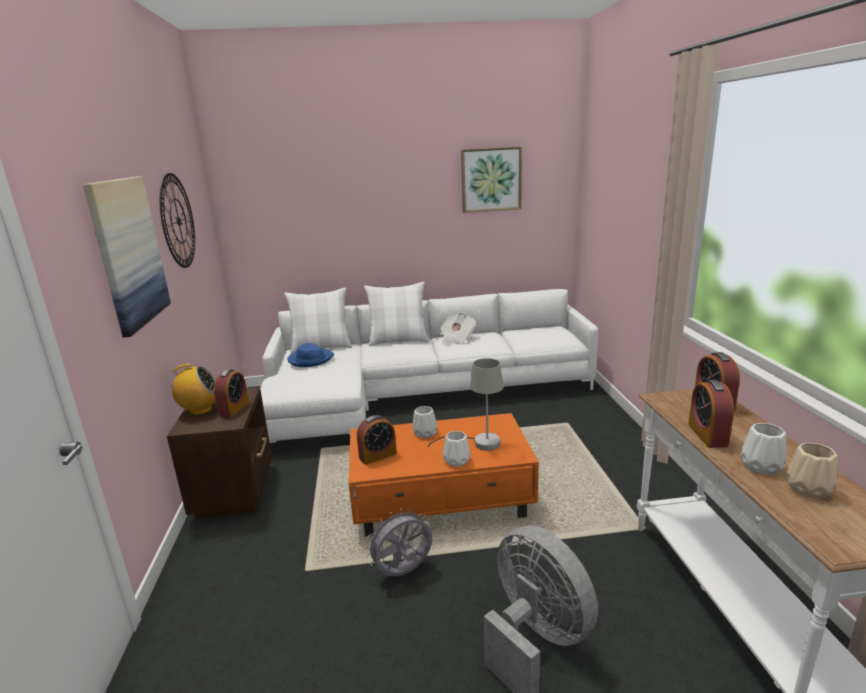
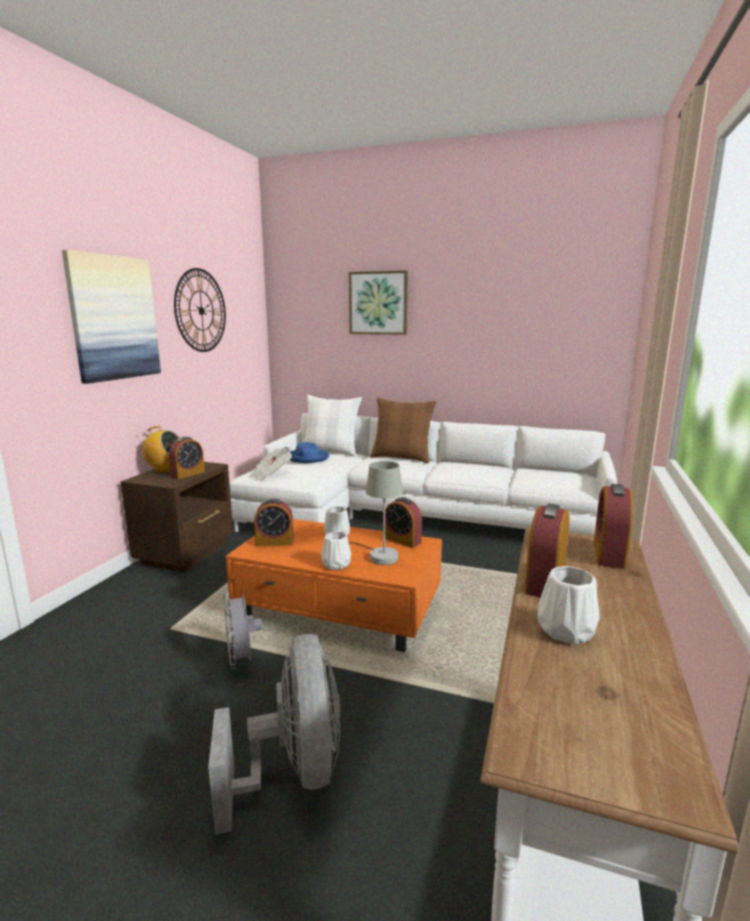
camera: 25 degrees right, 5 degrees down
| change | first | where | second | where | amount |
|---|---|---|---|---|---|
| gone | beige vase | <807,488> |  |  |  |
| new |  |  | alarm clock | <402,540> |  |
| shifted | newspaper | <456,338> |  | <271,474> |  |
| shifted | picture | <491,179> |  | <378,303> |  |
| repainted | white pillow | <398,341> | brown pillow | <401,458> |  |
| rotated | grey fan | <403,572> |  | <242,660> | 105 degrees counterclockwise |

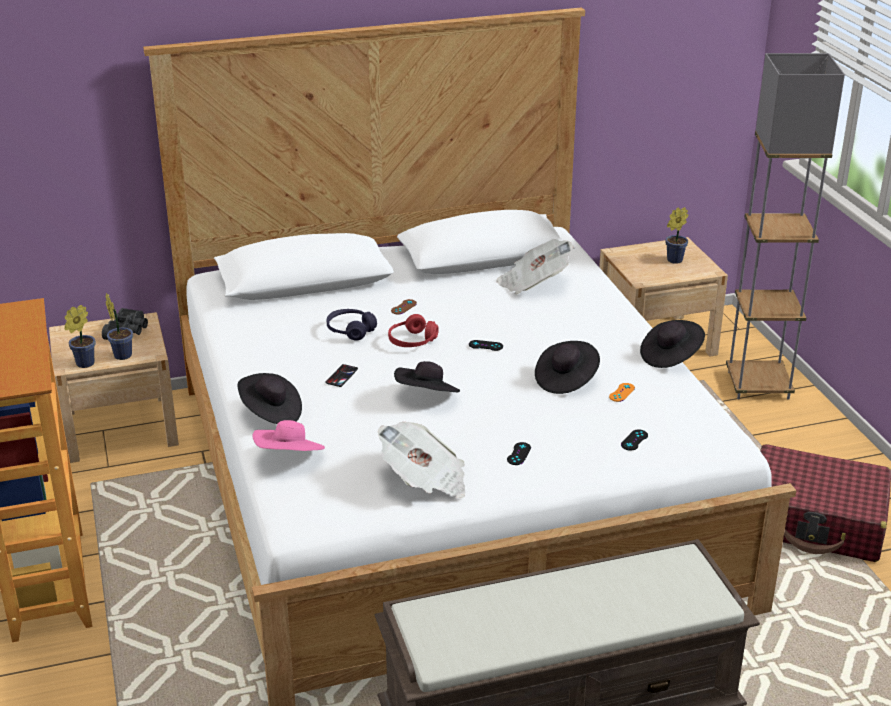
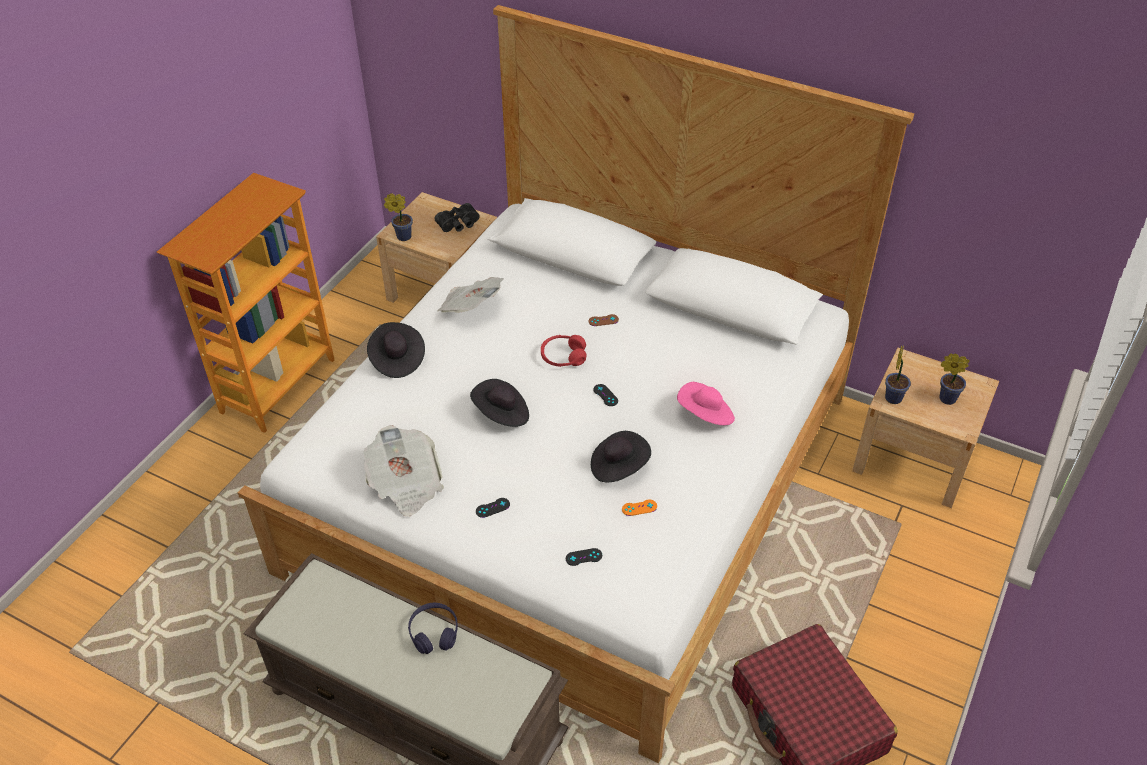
camera: 45 degrees right, 15 degrees up
| change | first | where | second | where | amount |
|---|---|---|---|---|---|
| gone | phone | <341,376> |  |  |  |
| gone | black hat | <670,356> |  |  |  |
| gone | grey floor lamp | <758,385> |  |  |  |
| shifted | potted plant | <122,354> |  | <893,396> |  |
| shifted | pink hat | <290,457> |  | <705,415> |  |
| shifted | purple headphones | <350,330> |  | <434,633> |  |
| shifted | newspaper | <533,284> |  | <471,308> |  |

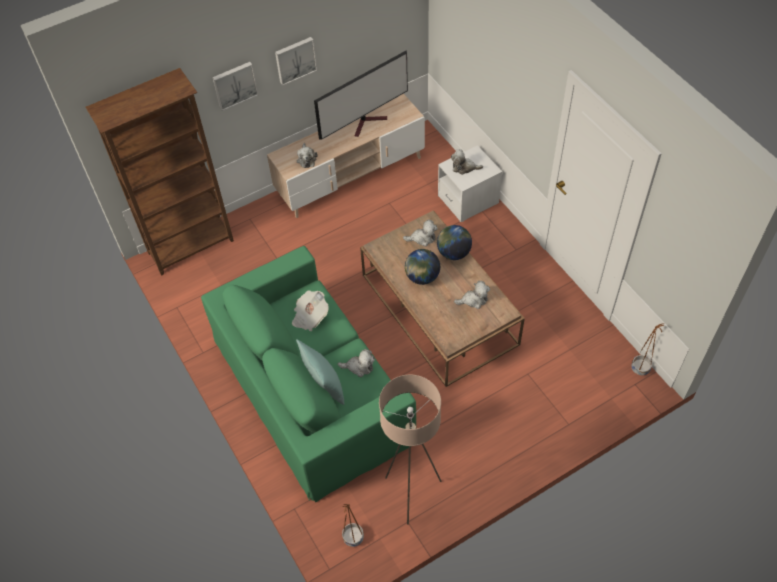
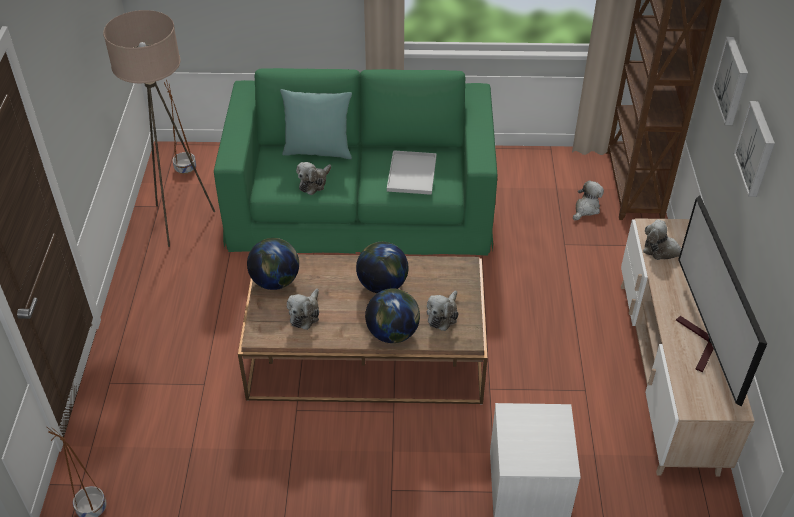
camera: 120 degrees right, 10 degrees down
| change | first | where | second | where | amount |
|---|---|---|---|---|---|
| new |  |  | globe | <275,281> |  |
| shifted | plush toy | <464,167> |  | <586,209> |  |
| swapped | newspaper | <310,316> | white tray | <411,172> |  |

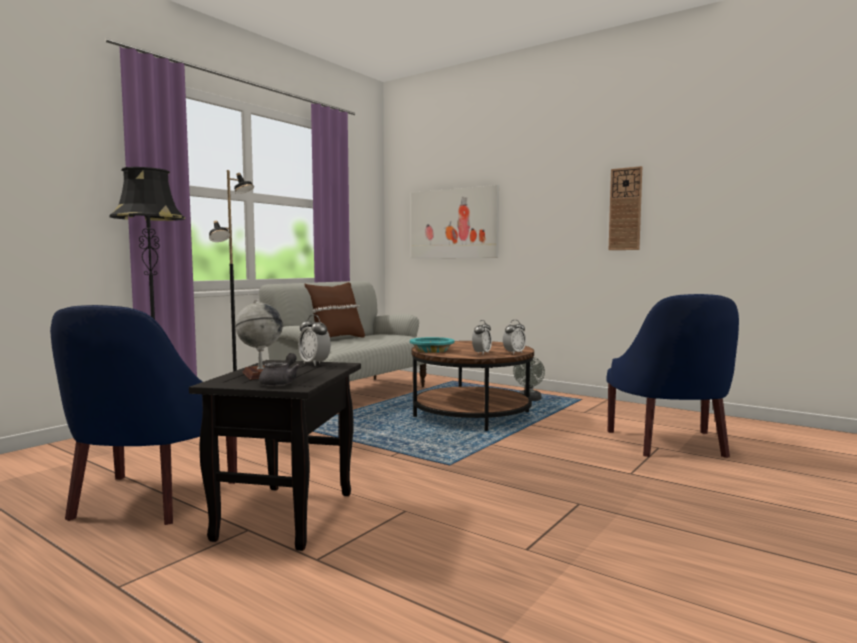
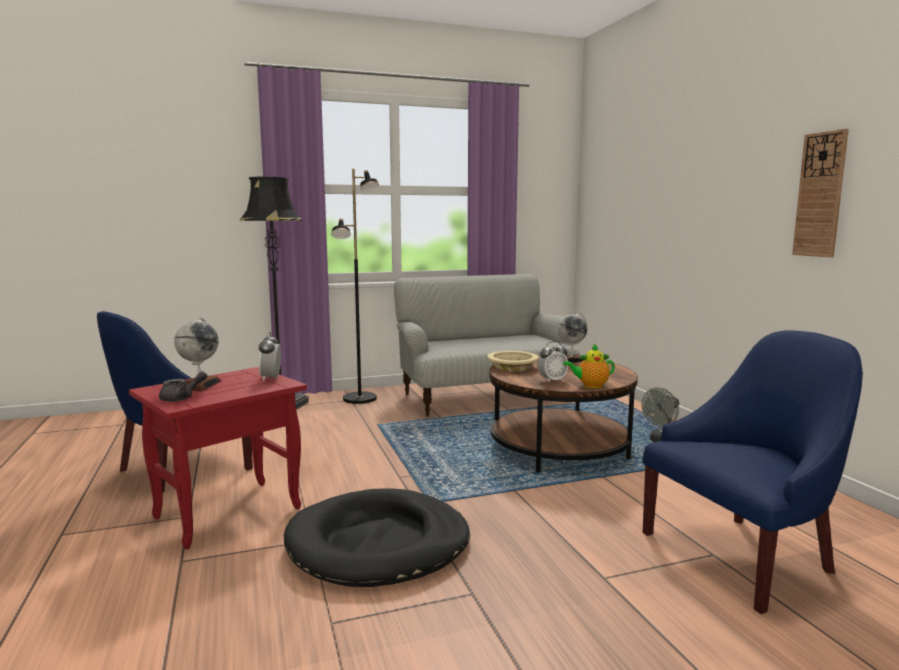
camera: 35 degrees right, 5 degrees up
| change | first | where | second | where | amount |
|---|---|---|---|---|---|
| gone | brown pillow | <335,339> |  |  |  |
| gone | picture | <454,223> |  |  |  |
| new |  |  | black dog bed | <378,544> |  |
| new |  |  | globe | <571,360> |  |
| swapped | alarm clock | <514,353> | teapot | <590,386> |  |
| repainted | black side table | <286,517> | red side table | <226,514> |  |
| repainted | turquoise bowl | <432,350> | beige bowl | <512,367> |  |
| rotated | blue armchair | <671,444> |  | <742,555> | 150 degrees counterclockwise |

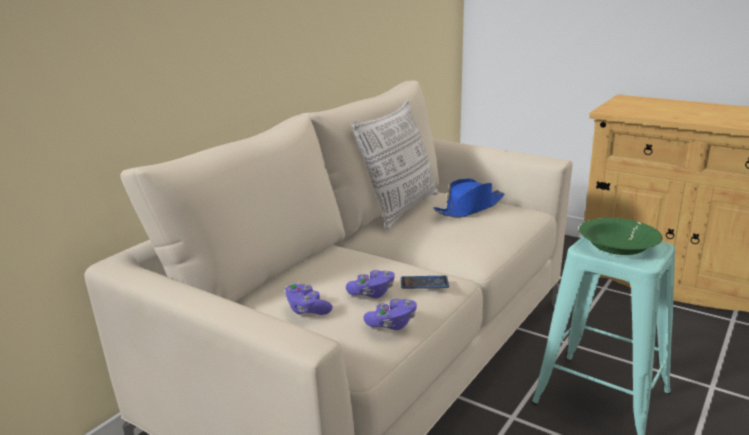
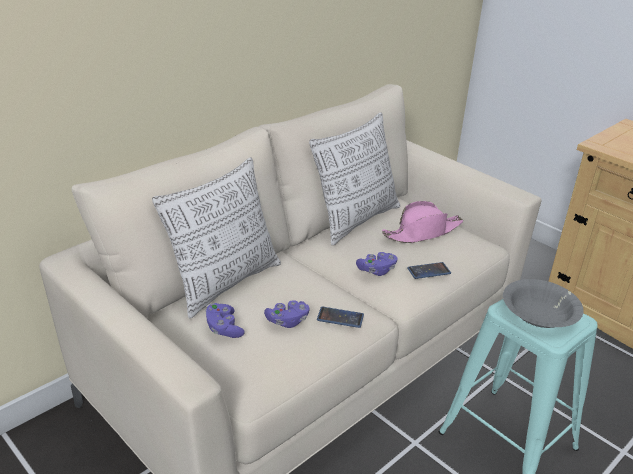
camera: 10 degrees right, 10 degrees up
| change | first | where | second | where | amount |
|---|---|---|---|---|---|
| new |  |  | pillow | <225,283> |  |
| new |  |  | phone | <428,271> |  |
| shifted | purple game controller | <392,324> |  | <376,270> |  |
| repainted | blue hat | <470,208> | pink hat | <422,232> |  |
| repainted | green bowl | <618,246> | grey bowl | <539,313> |  |

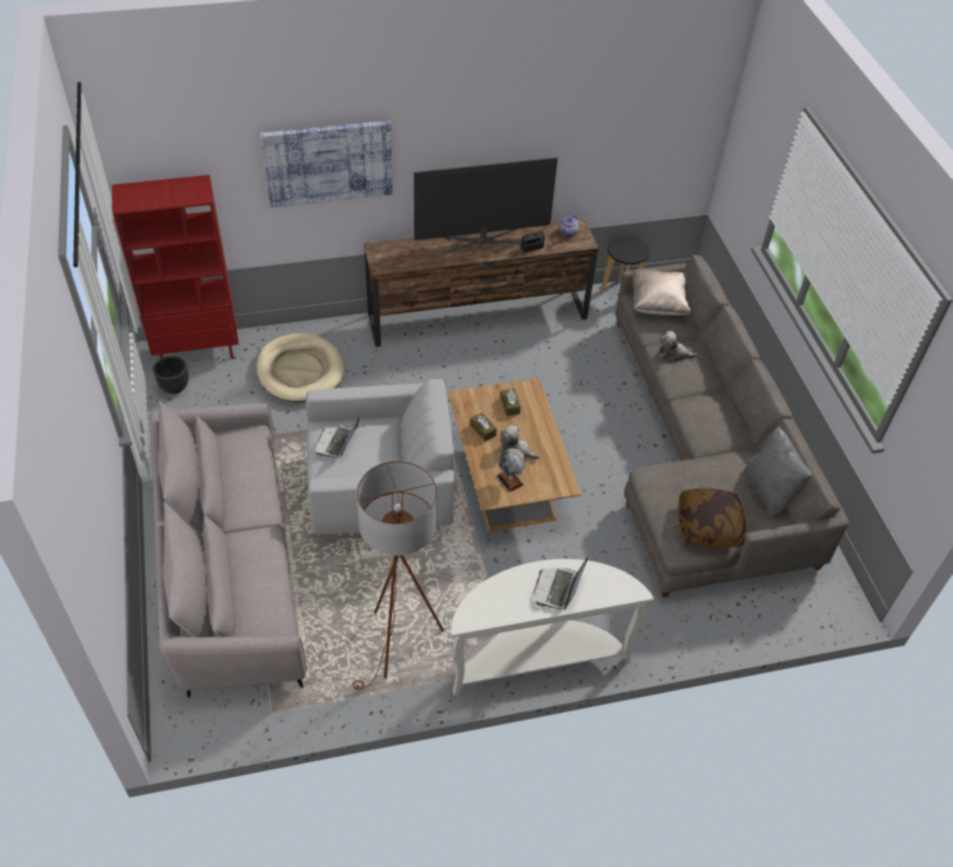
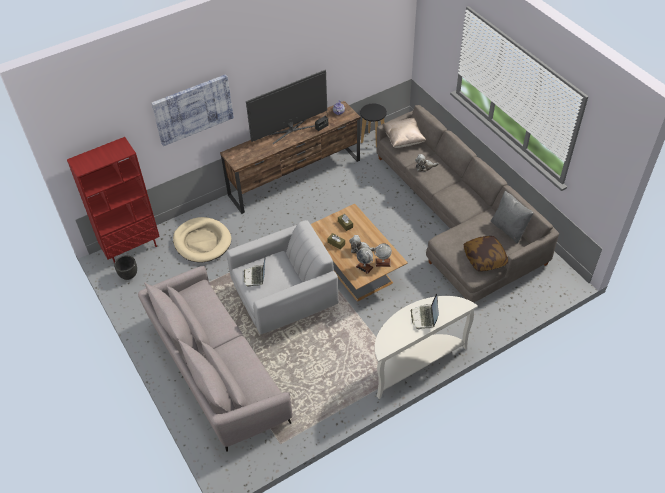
camera: 15 degrees left, 0 degrees up
| change | first | where | second | where | amount |
|---|---|---|---|---|---|
| gone | brown floor lamp | <399,645> |  |  |  |
| new |  |  | globe | <382,262> |  |

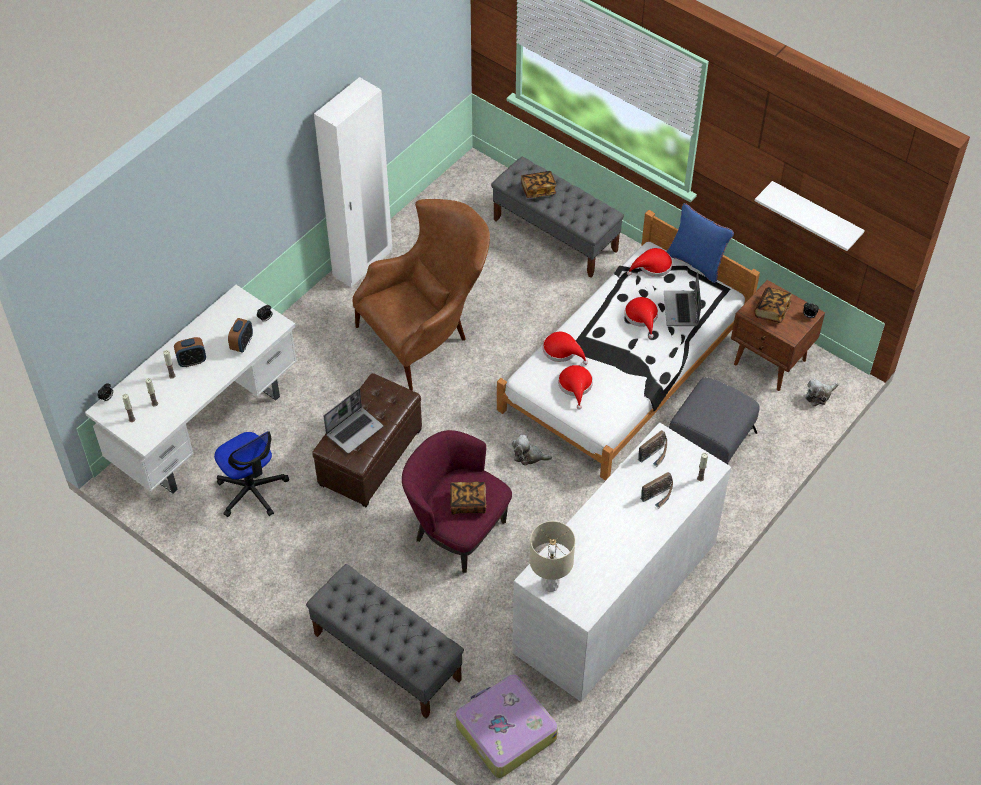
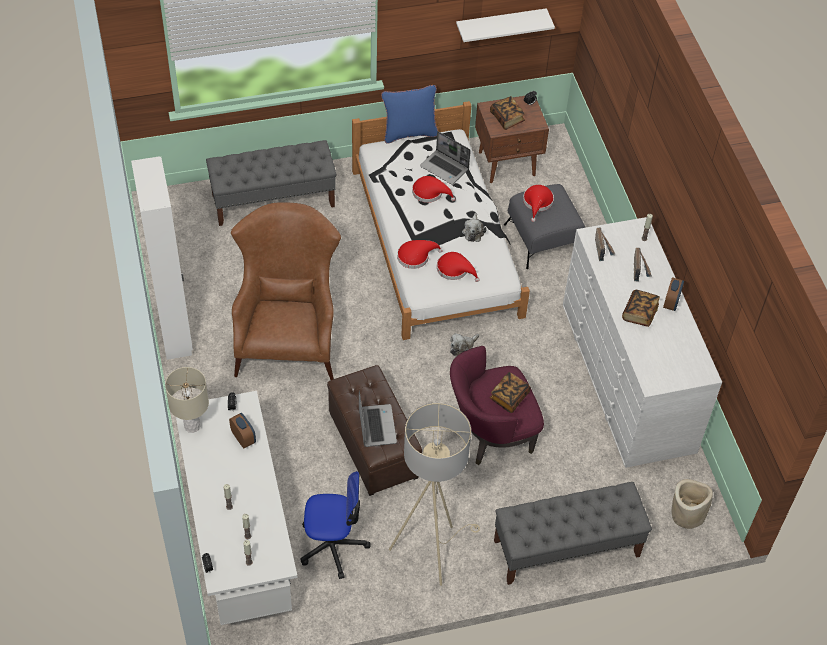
camera: 55 degrees left, 0 degrees up
| change | first | where | second | where | amount |
|---|---|---|---|---|---|
| new |  |  | beige floor lamp | <430,549> |  |
| shifted | alarm clock | <192,361> |  | <671,303> |  |
| shifted | book | <538,190> |  | <639,313> |  |
| shifted | beige table lamp | <550,584> |  | <192,426> |  |
| shifted | red hat | <652,266> |  | <537,203> |  |
| shifted | plush toy | <819,395> |  | <473,231> |  |
| swapped | suitcase | <505,731> | beige planter | <687,514> |  |

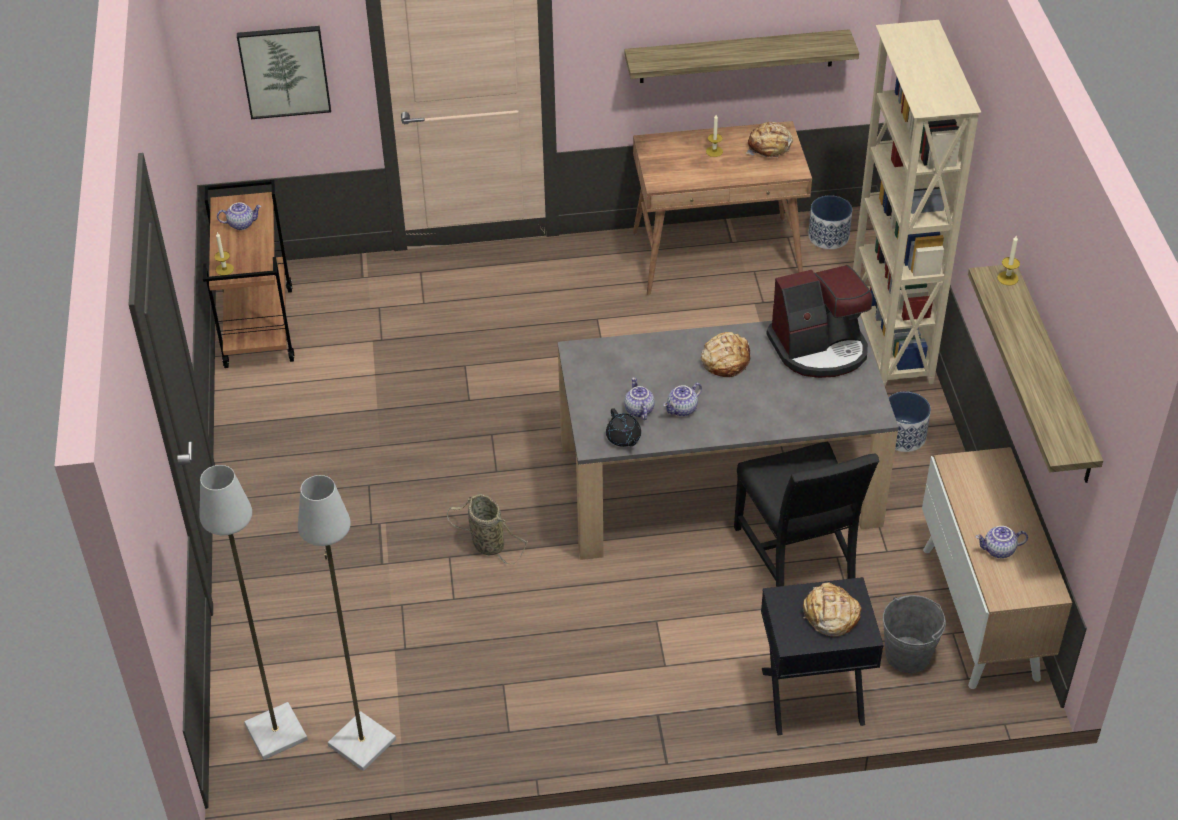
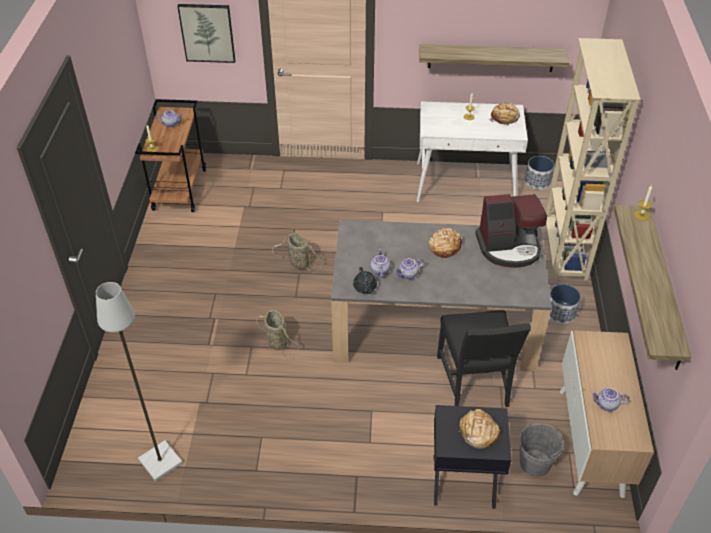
camera: 10 degrees right, 0 degrees up
| change | first | where | second | where | amount |
|---|---|---|---|---|---|
| gone | grey floor lamp | <274,732> |  |  |  |
| new |  |  | basket | <298,263> |  |
| repainted | brown desk | <717,256> | white desk | <465,184> |  |

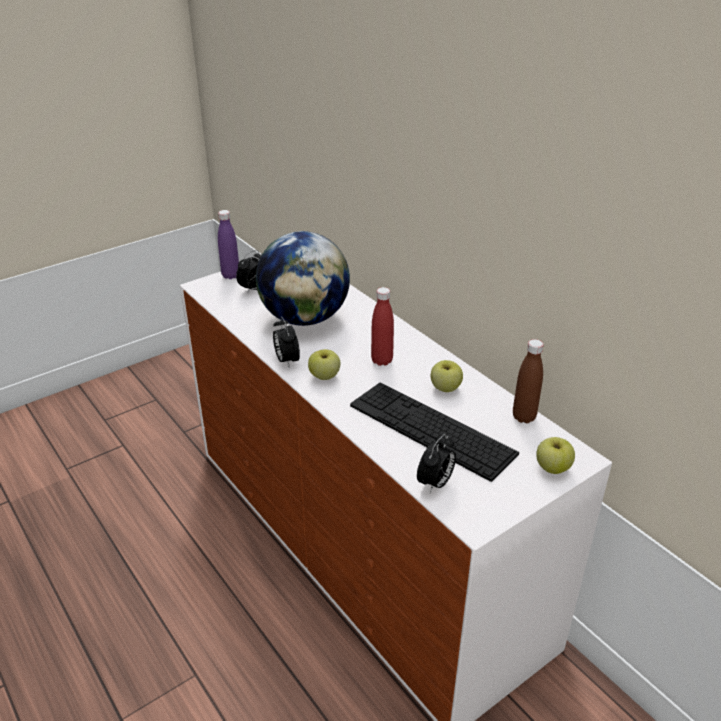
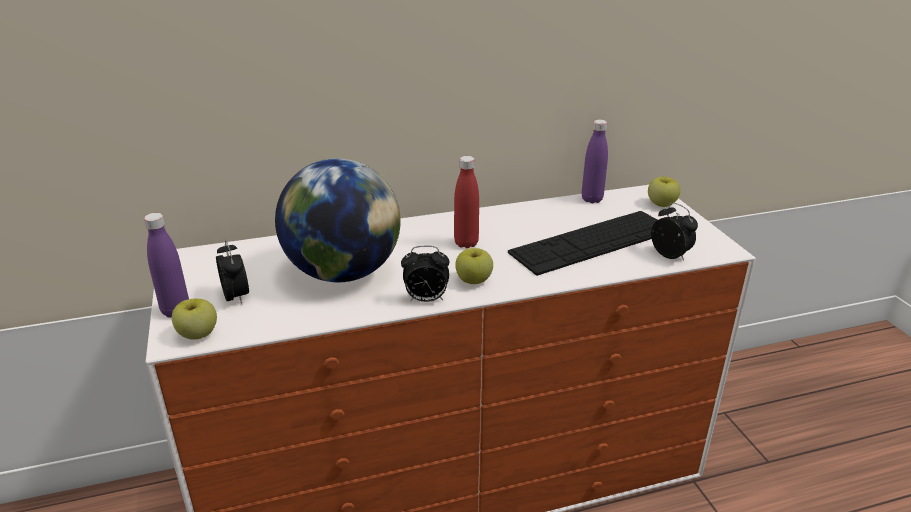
camera: 70 degrees left, 5 degrees down
| change | first | where | second | where | amount |
|---|---|---|---|---|---|
| shifted | apple | <445,388> |  | <198,334> |  |
| repainted | brown bottle | <524,417> | purple bottle | <592,199> |  |

